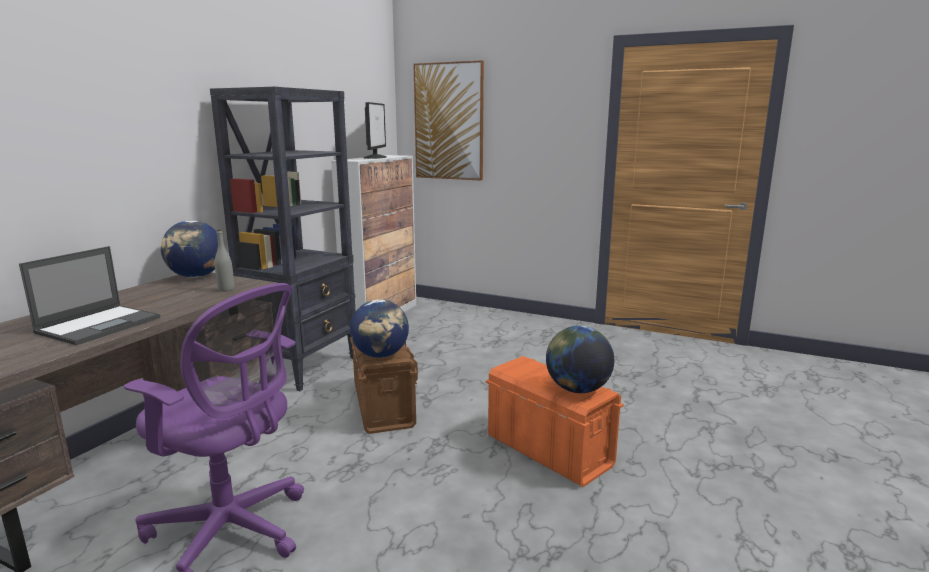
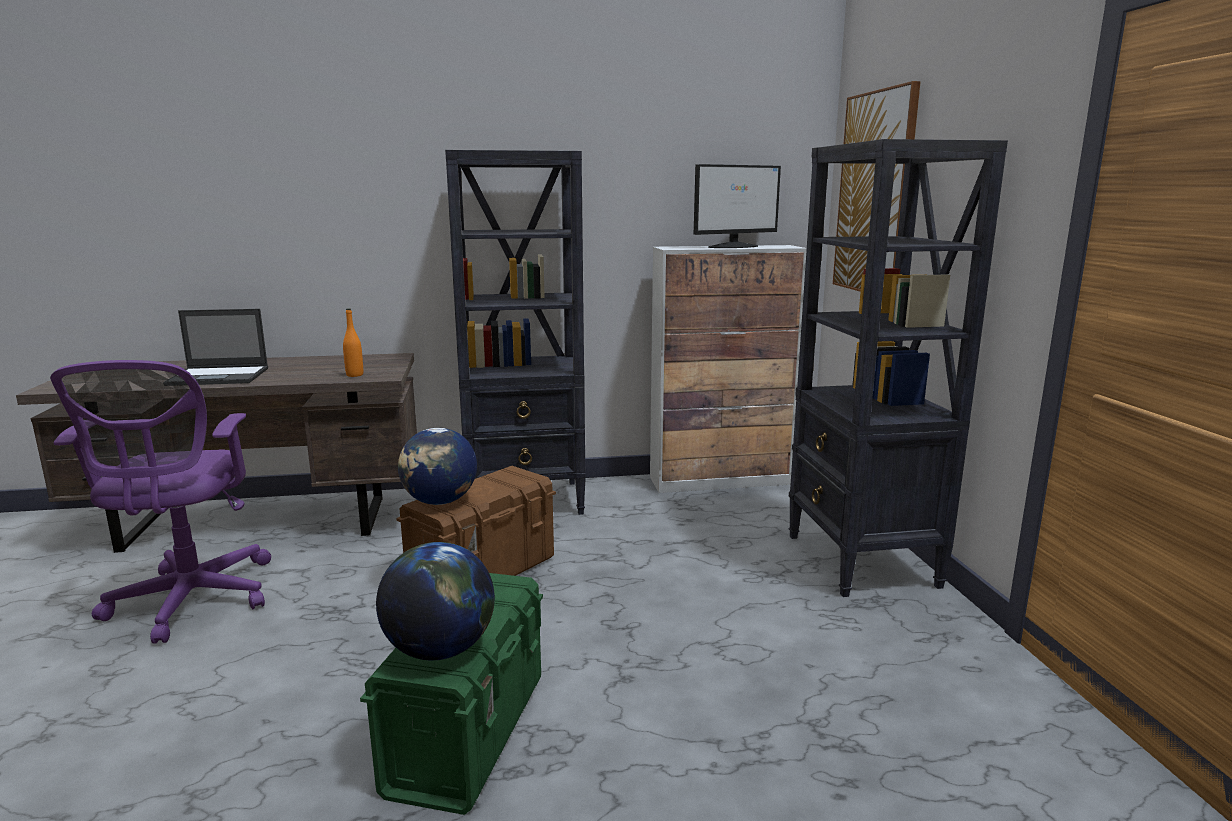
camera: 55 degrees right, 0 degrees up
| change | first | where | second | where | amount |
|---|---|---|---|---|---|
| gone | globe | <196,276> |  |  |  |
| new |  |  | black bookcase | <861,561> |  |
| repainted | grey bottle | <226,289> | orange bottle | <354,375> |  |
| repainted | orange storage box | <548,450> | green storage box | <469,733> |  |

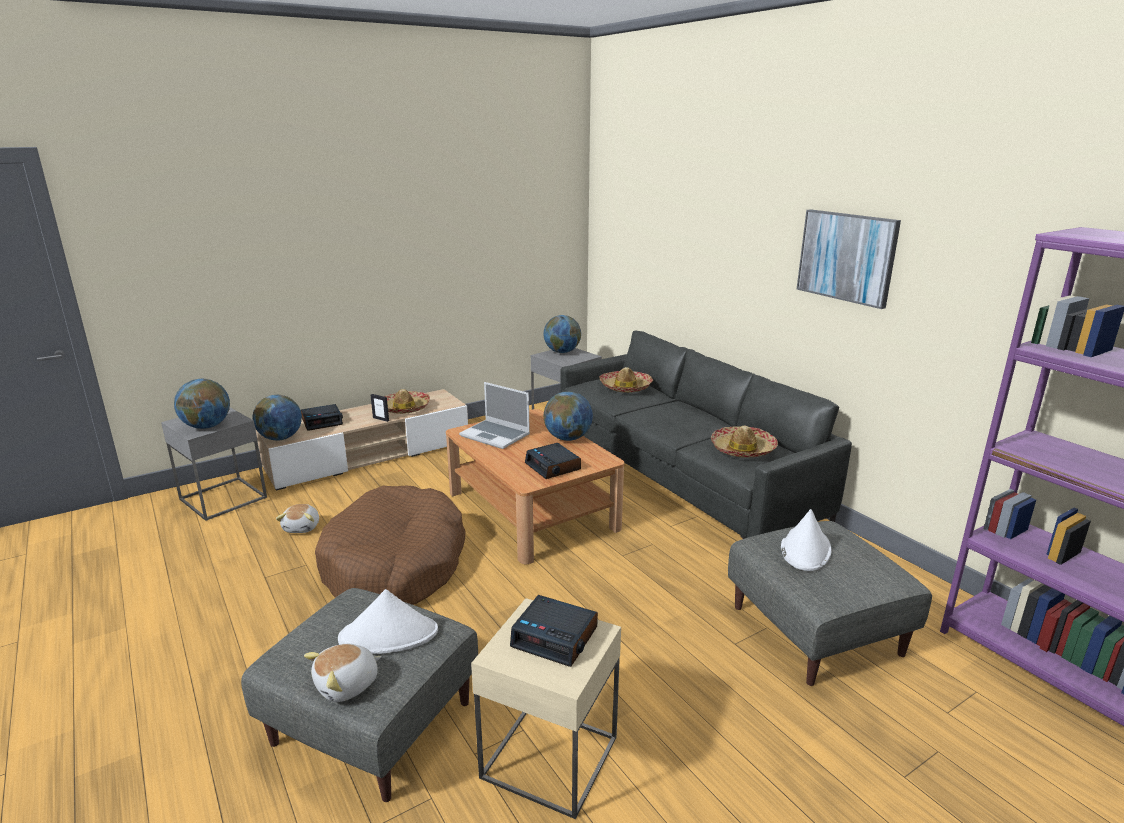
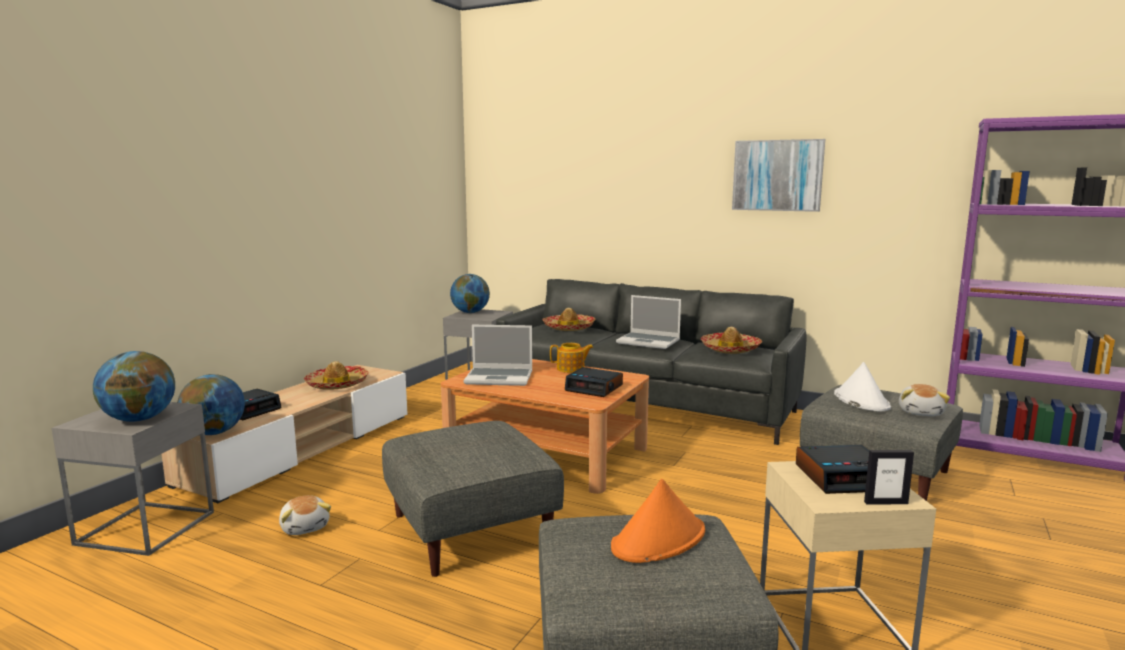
camera: 30 degrees left, 10 degrees down
| change | first | where | second | where | amount |
|---|---|---|---|---|---|
| new |  |  | laptop | <649,342> |  |
| shifted | plush toy | <347,685> |  | <921,412> |  |
| shifted | picture frame | <381,419> |  | <885,502> |  |
| swapped | brown dog bed | <395,565> | grey ottoman | <469,529> |  |
| swapped | globe | <568,438> | teapot | <571,369> |  |
| repainted | white hat | <389,635> | orange hat | <659,540> |  |

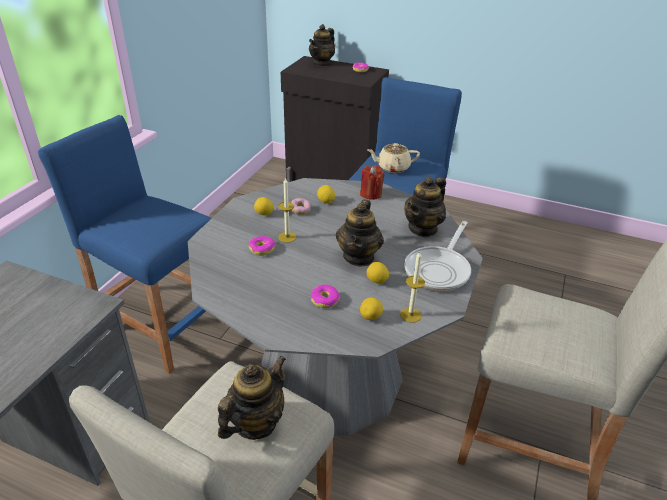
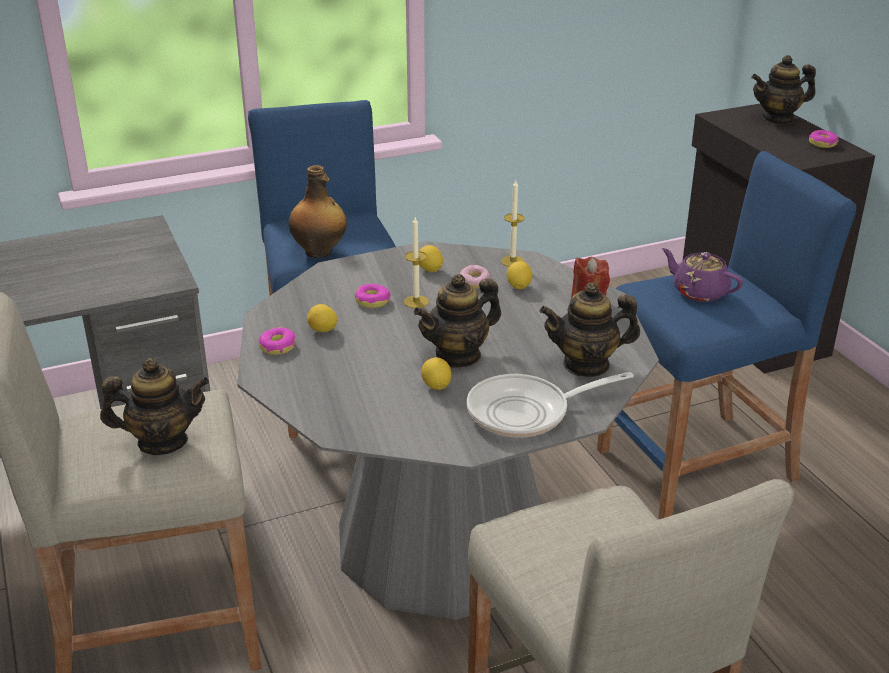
camera: 45 degrees right, 5 degrees down
| change | first | where | second | where | amount |
|---|---|---|---|---|---|
| new |  |  | bottle | <319,252> |  |
| shifted | donut | <325,300> |  | <277,347> |  |
| shifted | lemon | <371,317> |  | <323,330> |  |
| shifted | candle | <410,315> |  | <512,261> |  |
| repainted | beige teapot | <392,167> | purple teapot | <698,292> |  |

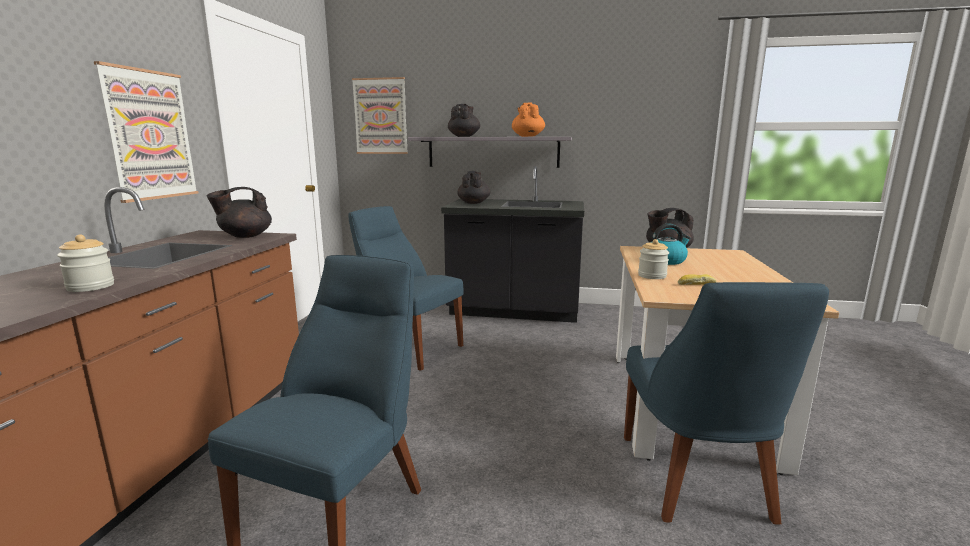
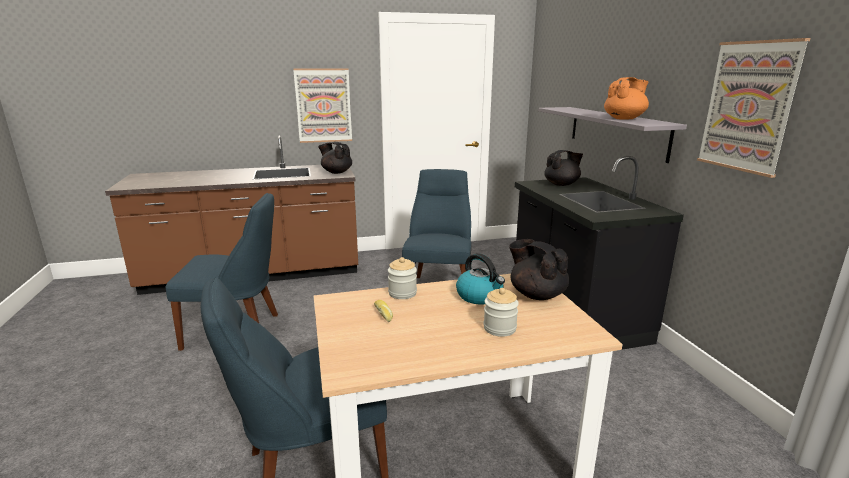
camera: 65 degrees right, 5 degrees up
| change | first | where | second | where | amount |
|---|---|---|---|---|---|
| gone | black teapot | <464,136> |  |  |  |
| shifted | jar | <90,287> |  | <499,328> |  |
| shifted | picture | <380,116> |  | <748,107> |  |

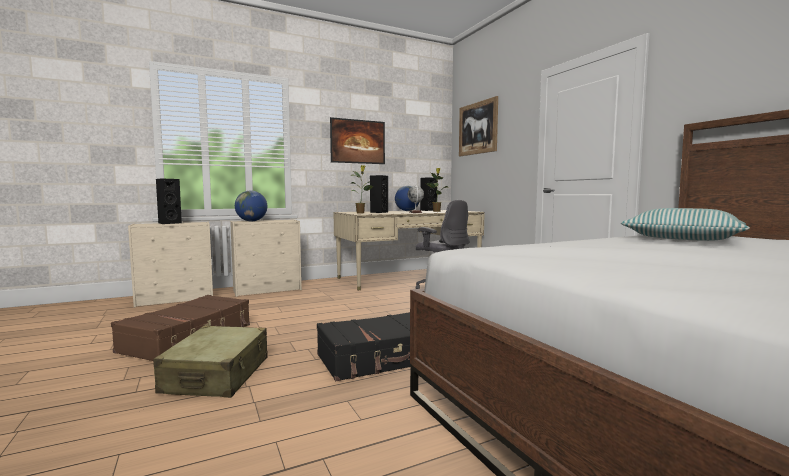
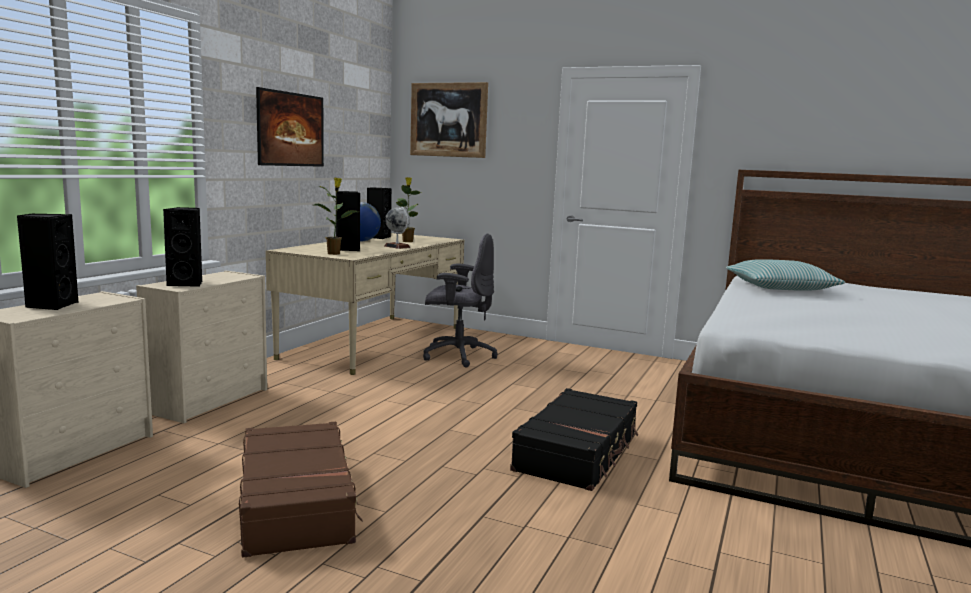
camera: 40 degrees left, 5 degrees up
| change | first | where | second | where | amount |
|---|---|---|---|---|---|
| gone | beige suitcase | <217,375> |  |  |  |
| swapped | globe | <251,221> | black speaker | <187,283> |  |

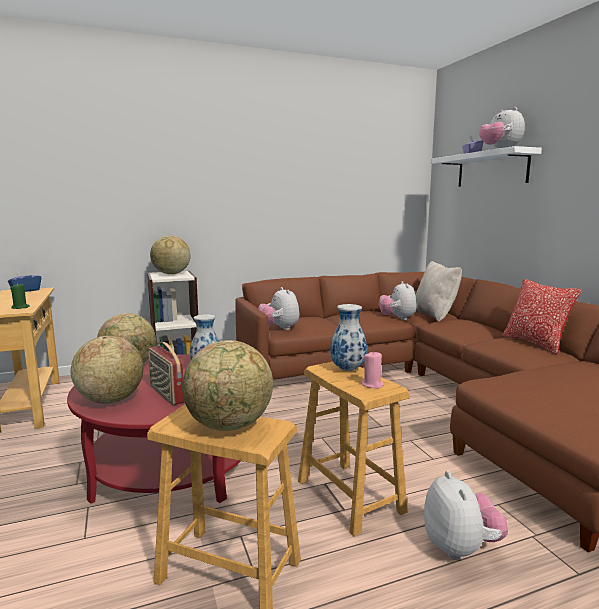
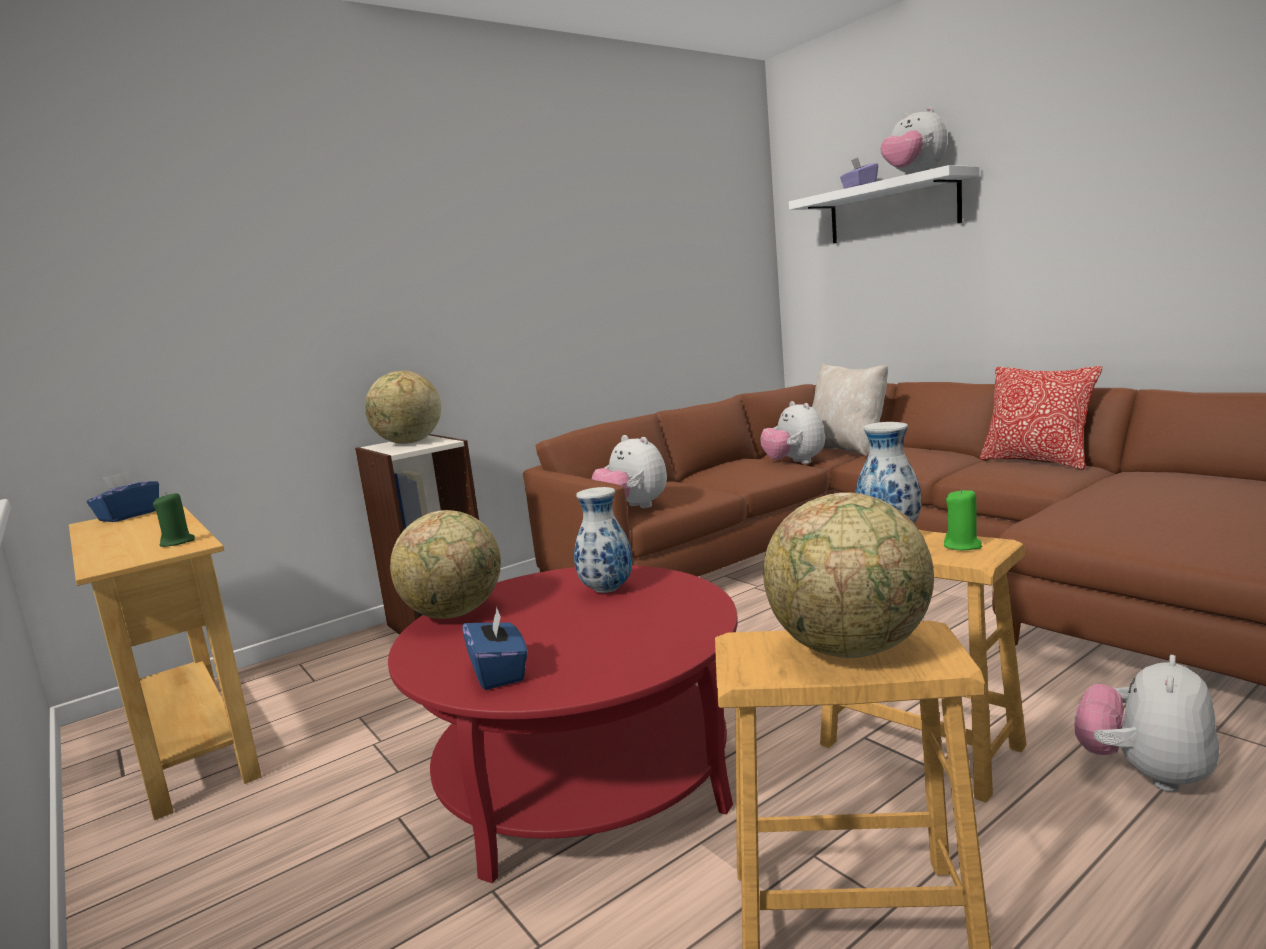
camera: 15 degrees left, 0 degrees up
| change | first | where | second | where | amount |
|---|---|---|---|---|---|
| gone | radio | <166,394> |  |  |  |
| swapped | globe | <110,400> | blue tissue box | <499,672> |  |
| repainted | pink candle | <372,385> | green candle | <962,546> |  |
| rotated | plush toy | <460,548> |  | <1145,774> | 120 degrees counterclockwise |

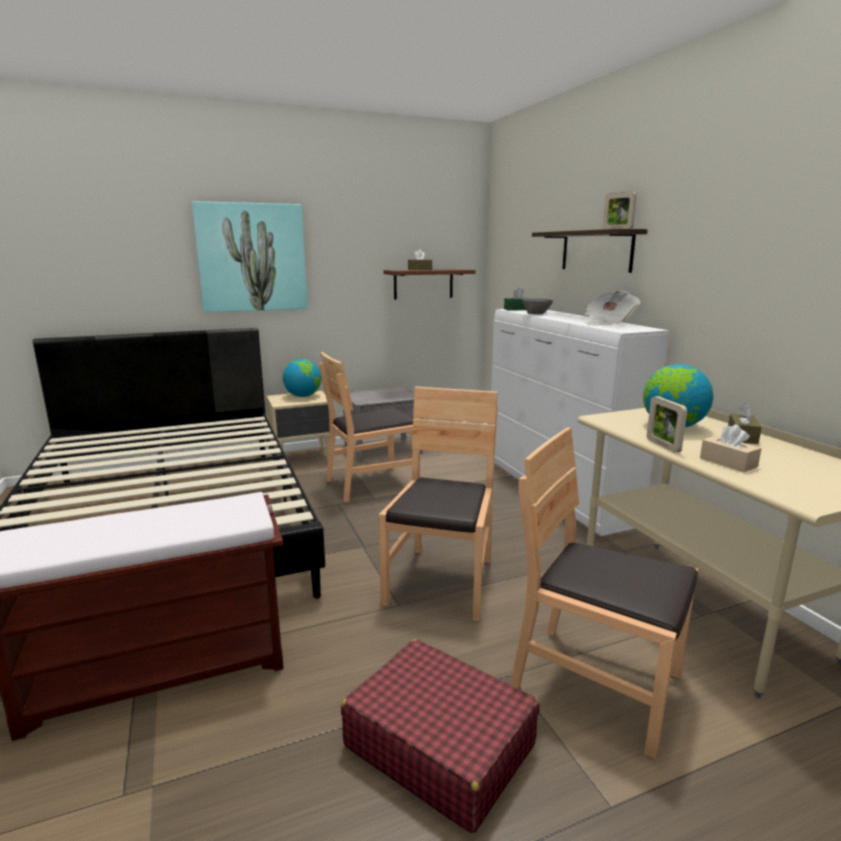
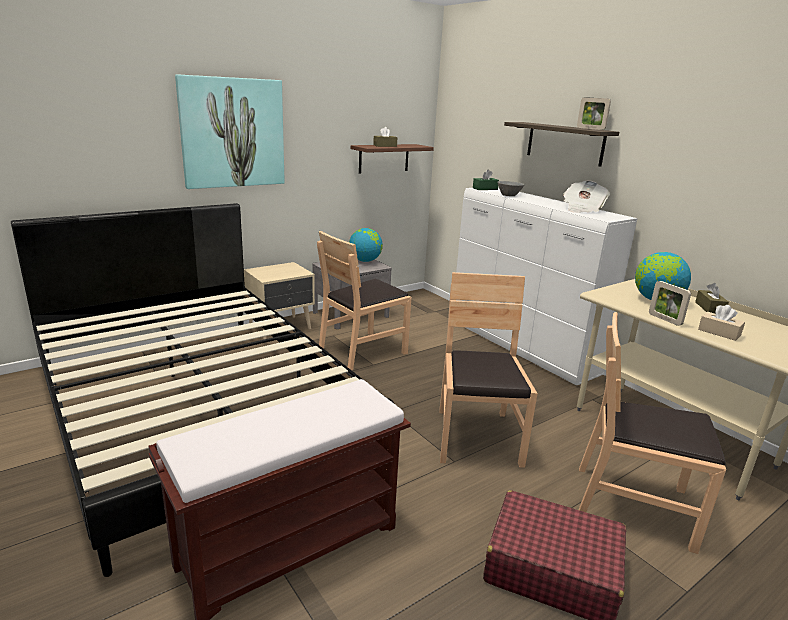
camera: 15 degrees left, 5 degrees up
| change | first | where | second | where | amount |
|---|---|---|---|---|---|
| shifted | globe | <303,396> |  | <365,261> |  |

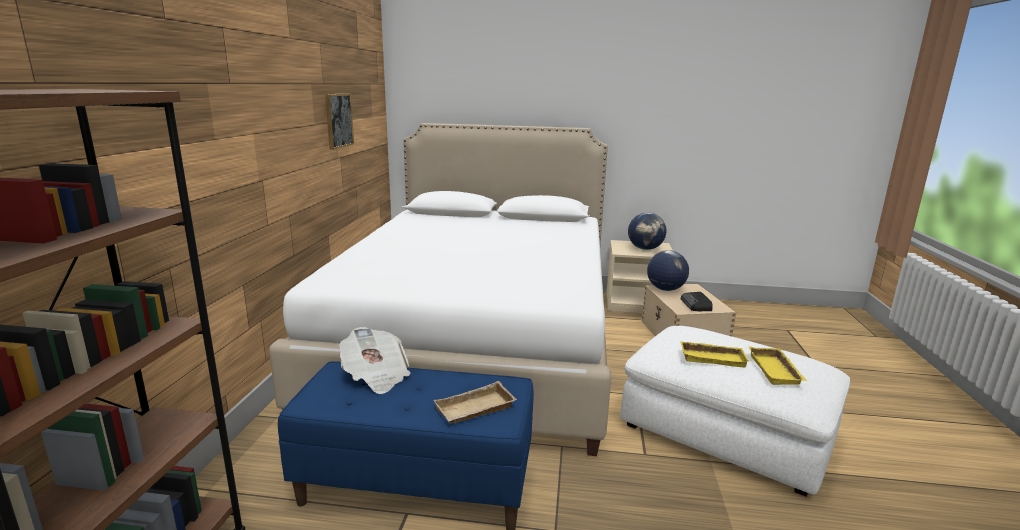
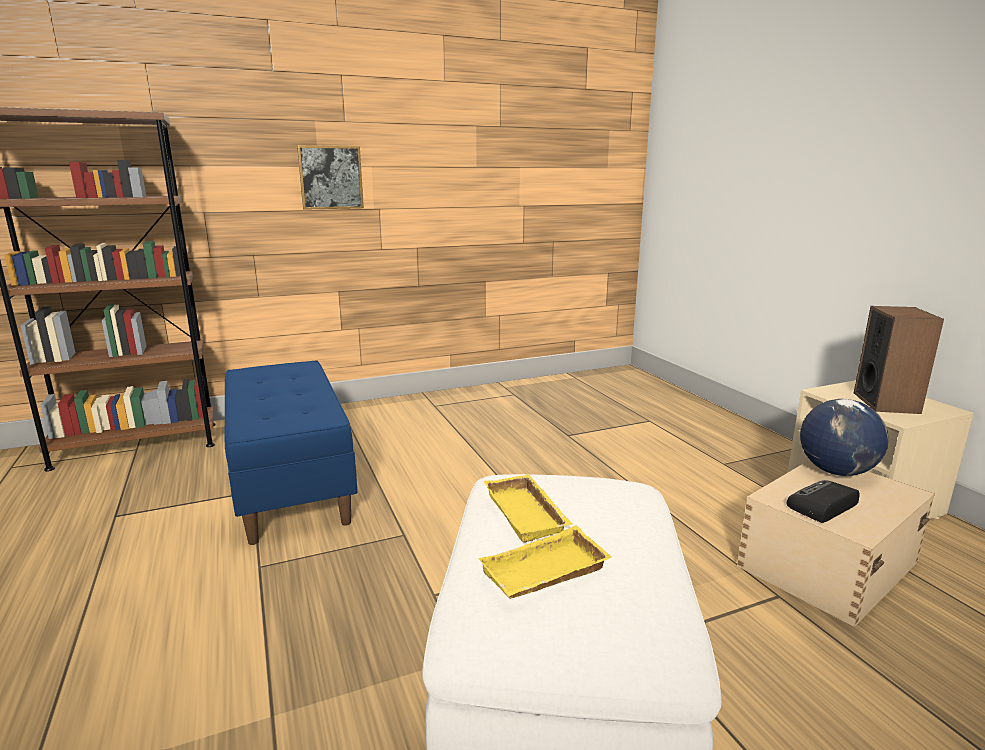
camera: 60 degrees right, 0 degrees up
| change | first | where | second | where | amount |
|---|---|---|---|---|---|
| gone | white bed | <477,342> |  |  |  |
| gone | newspaper | <376,376> |  |  |  |
| gone | beige tray | <475,410> |  |  |  |
| shifted | picture | <338,120> |  | <331,177> |  |
| swapped | globe | <645,249> | speaker | <886,403> |  |

